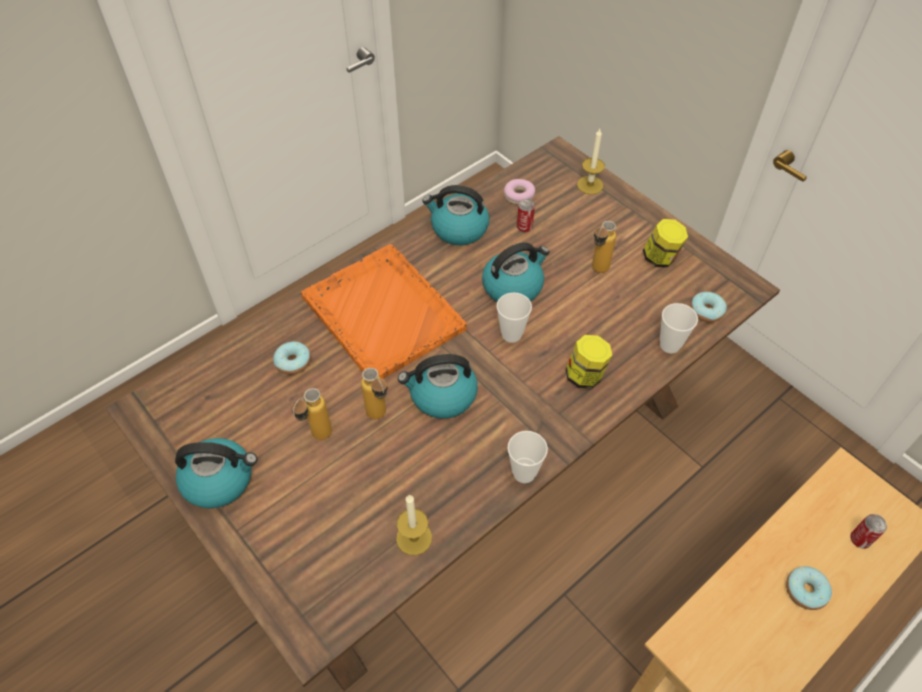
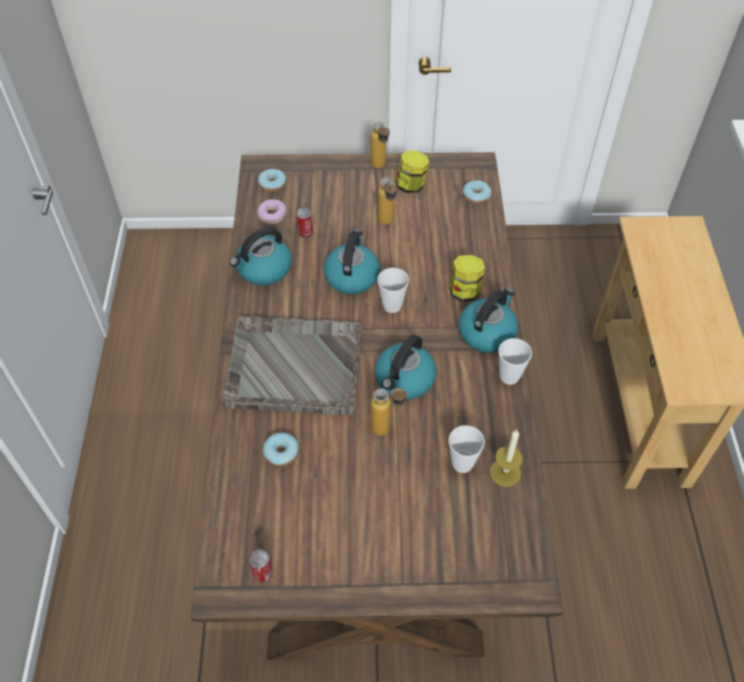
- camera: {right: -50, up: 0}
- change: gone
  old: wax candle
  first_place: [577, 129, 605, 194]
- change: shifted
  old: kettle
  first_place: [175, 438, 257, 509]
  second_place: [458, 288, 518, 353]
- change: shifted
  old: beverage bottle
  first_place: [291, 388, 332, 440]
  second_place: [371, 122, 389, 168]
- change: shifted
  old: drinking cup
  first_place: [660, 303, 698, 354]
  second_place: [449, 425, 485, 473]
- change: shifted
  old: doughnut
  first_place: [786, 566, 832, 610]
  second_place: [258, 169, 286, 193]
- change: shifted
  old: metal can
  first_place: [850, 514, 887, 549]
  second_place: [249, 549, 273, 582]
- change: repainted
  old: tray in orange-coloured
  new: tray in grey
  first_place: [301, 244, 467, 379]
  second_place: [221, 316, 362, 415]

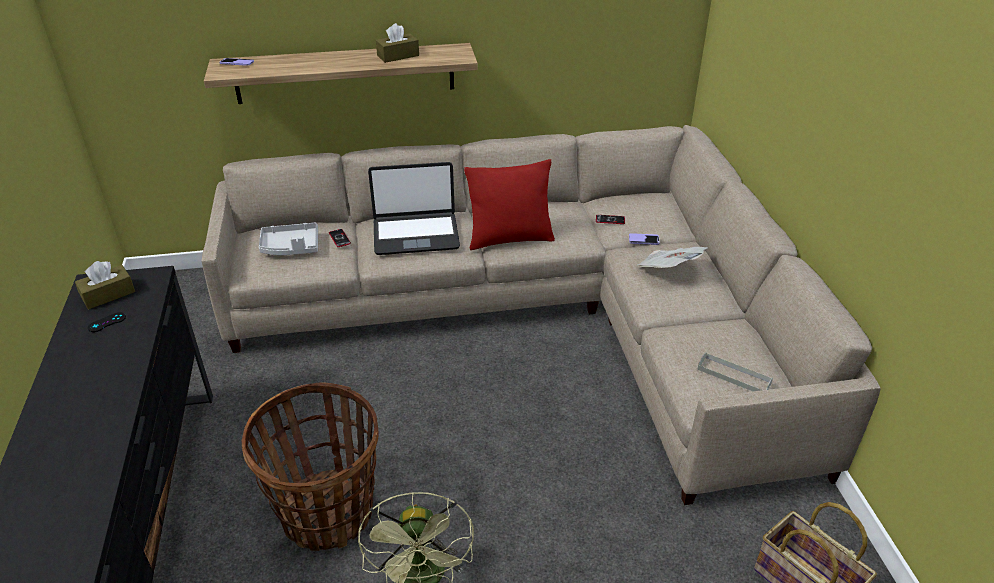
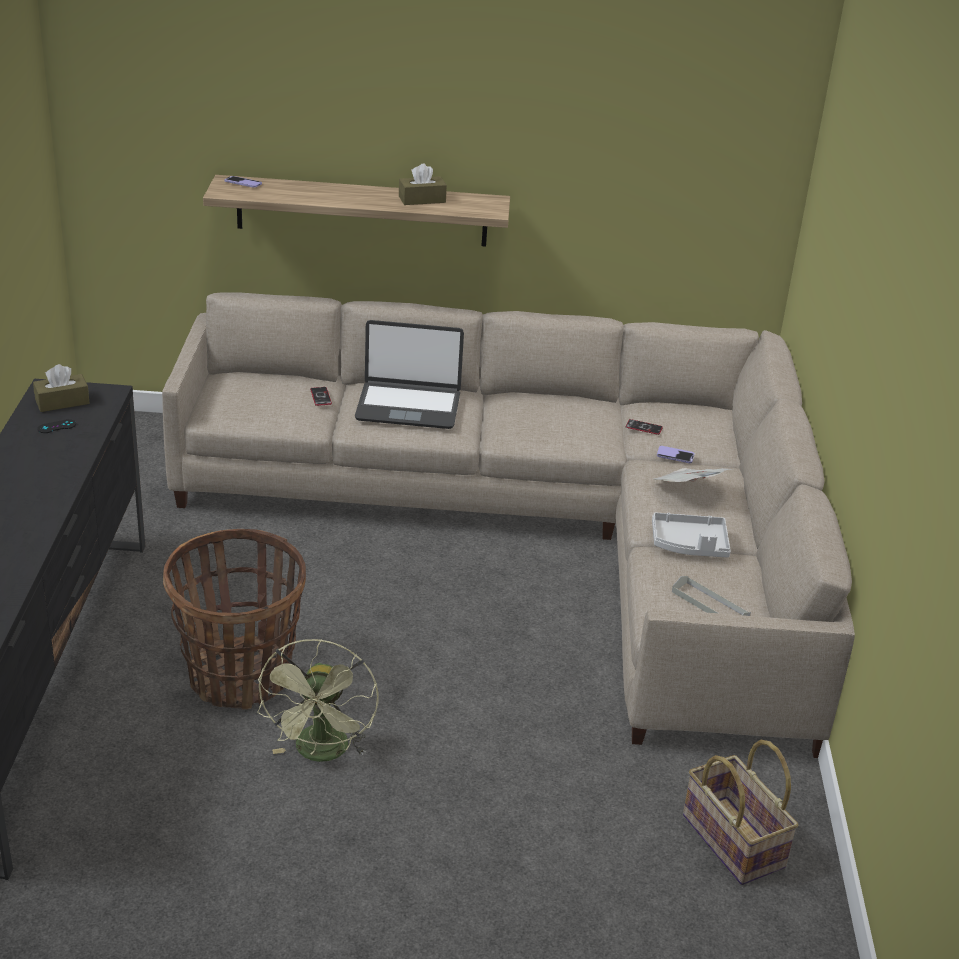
- camera: {right: 10, up: -5}
- change: gone
  old: cushion in red
  first_place: [464, 159, 555, 250]
- change: shifted
  old: tray in grey
  first_place: [259, 223, 318, 255]
  second_place: [652, 512, 731, 557]

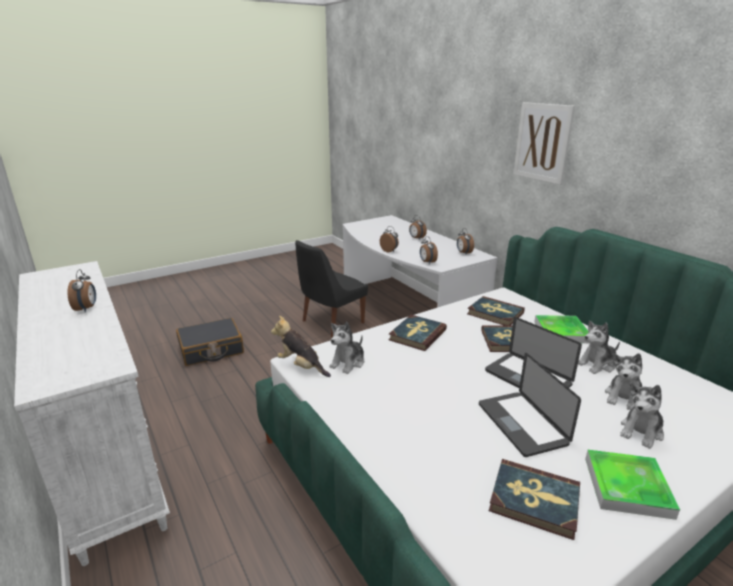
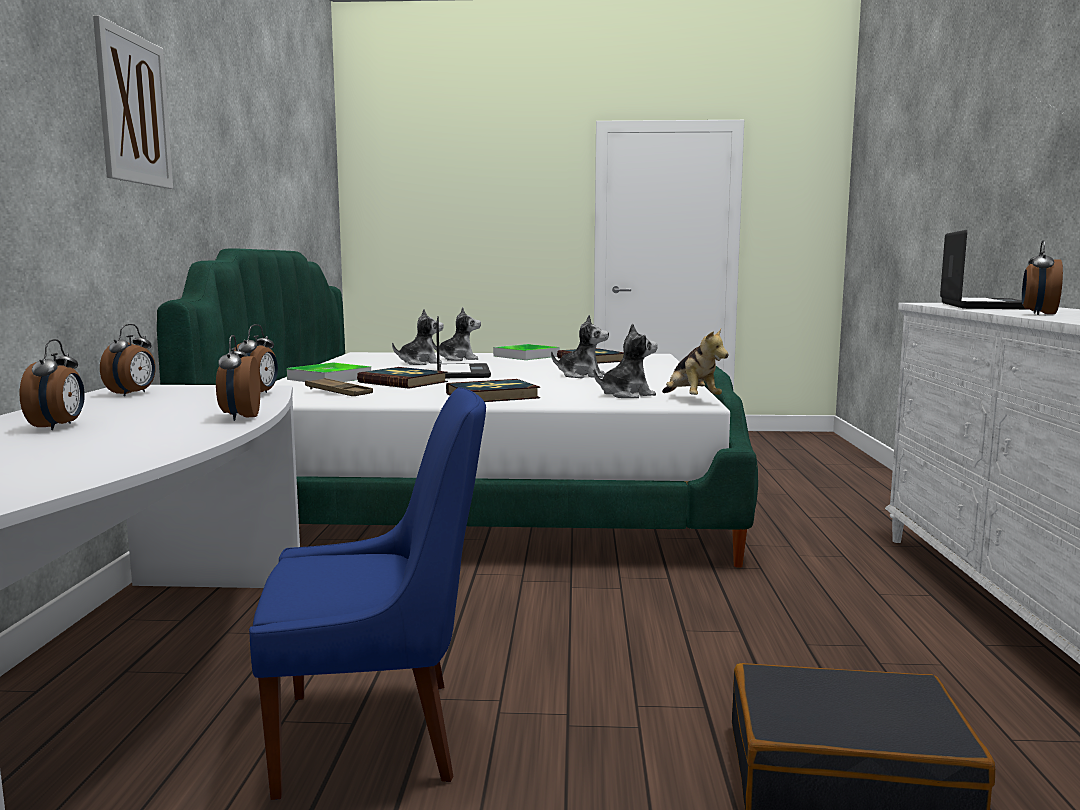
- camera: {right: -145, up: -15}
- change: shifted
  old: notebook computer
  first_place: [479, 353, 581, 457]
  second_place: [940, 230, 1030, 310]
- change: shifted
  old: plush toy
  first_place: [578, 321, 620, 374]
  second_place: [551, 315, 609, 379]
- change: swapped
  old: volume
  new: tray in brownish
  first_place: [467, 296, 525, 326]
  second_place: [305, 378, 373, 396]
- change: repainted
  old: upright chair in black
  new: upright chair in blue
  first_place: [295, 240, 368, 337]
  second_place: [249, 387, 486, 800]

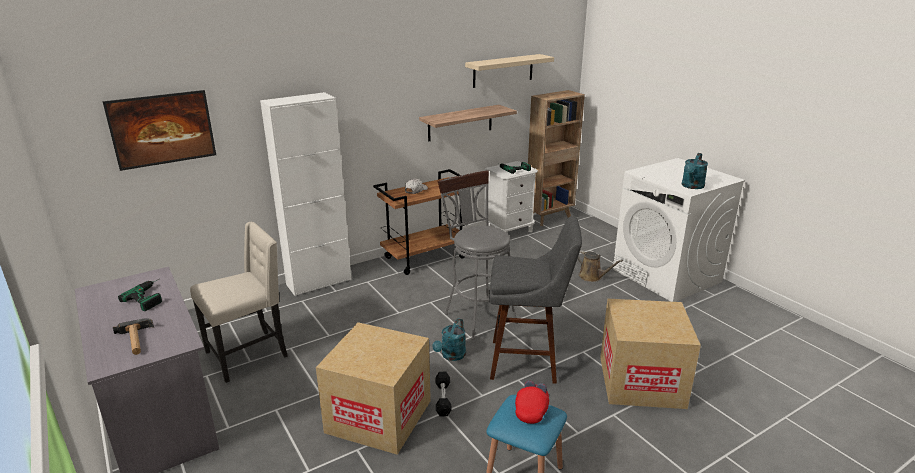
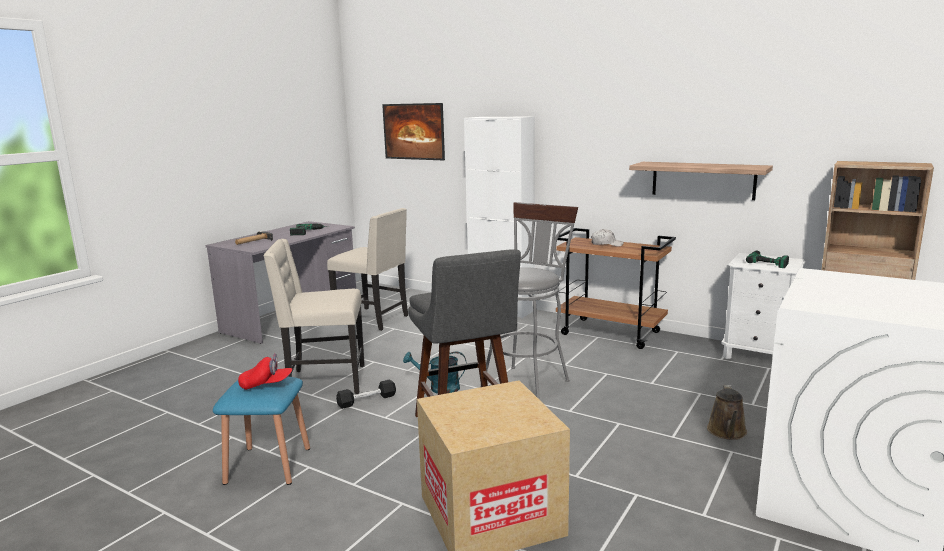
- camera: {right: 65, up: -10}
- change: gone
  old: bracket shelf in sand-coloured
  first_place: [465, 54, 554, 88]
- change: gone
  old: sprinkling can in turquoise
  first_place: [682, 153, 708, 189]
- change: swapped
  old: carton
  new: upright chair in sand-coloured
  first_place: [316, 322, 431, 455]
  second_place: [263, 239, 365, 394]

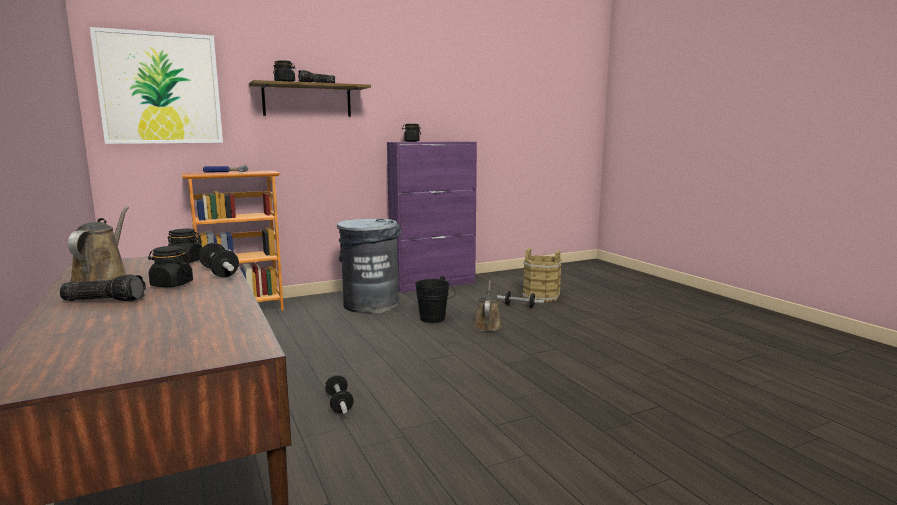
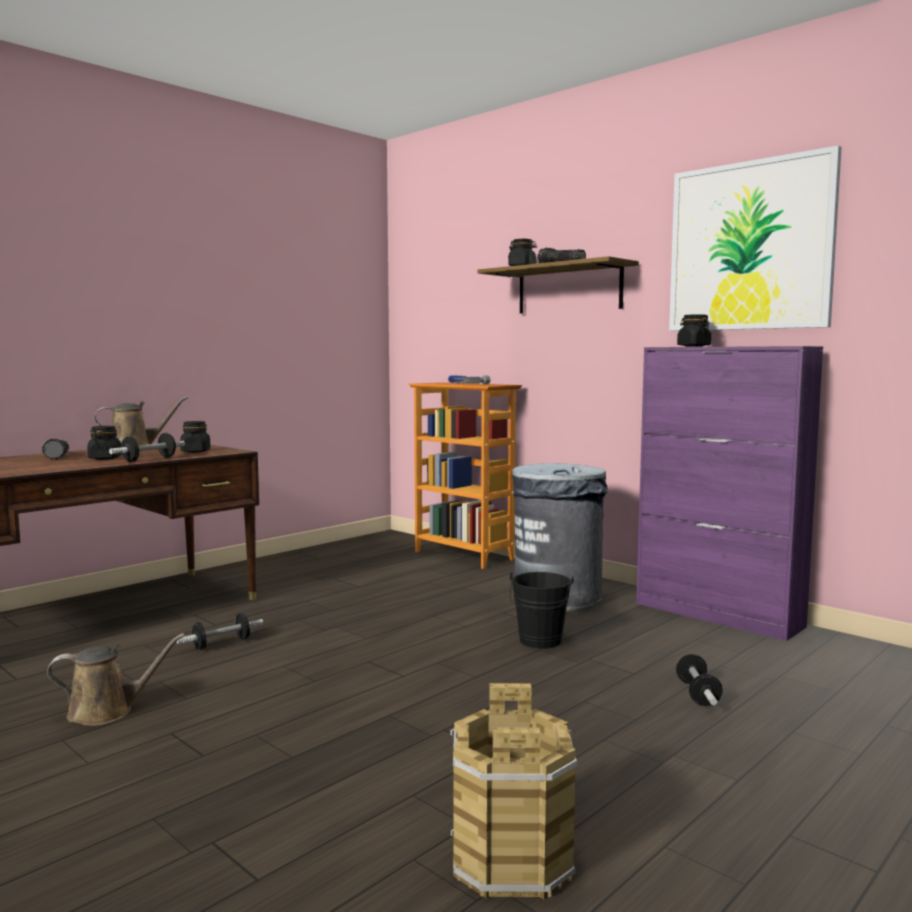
- camera: {right: 70, up: -5}
- change: shifted
  old: wall picture
  first_place: [90, 27, 223, 144]
  second_place: [669, 145, 842, 331]
- change: shifted
  old: sprinkling can in brownish
  first_place: [473, 281, 502, 332]
  second_place: [47, 633, 185, 726]
- change: shifted
  old: pail in brownish
  first_place: [522, 248, 562, 302]
  second_place: [451, 683, 577, 900]

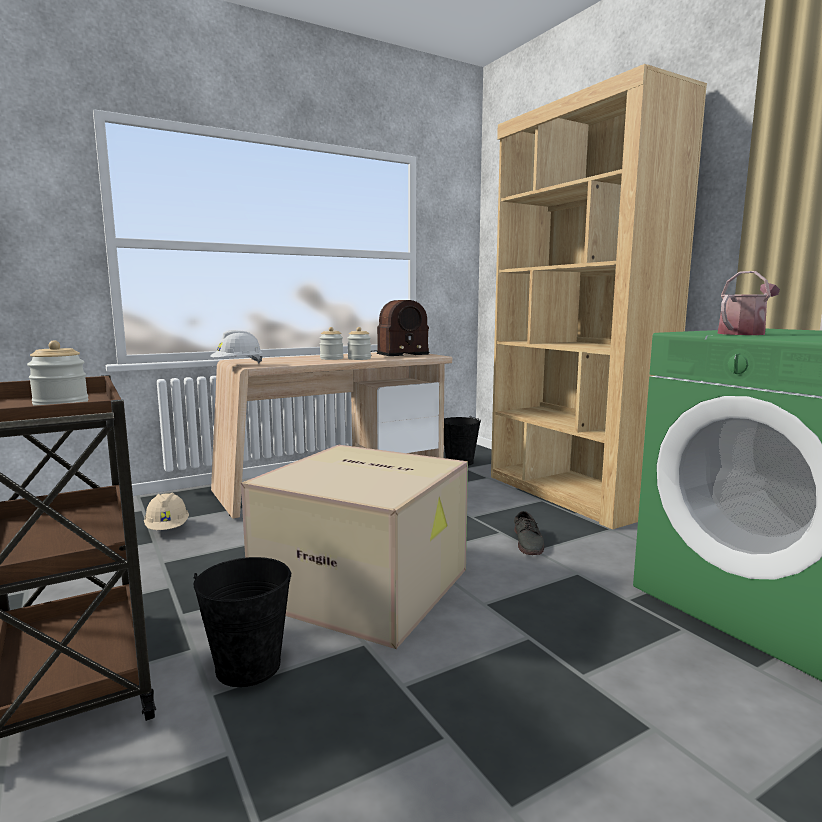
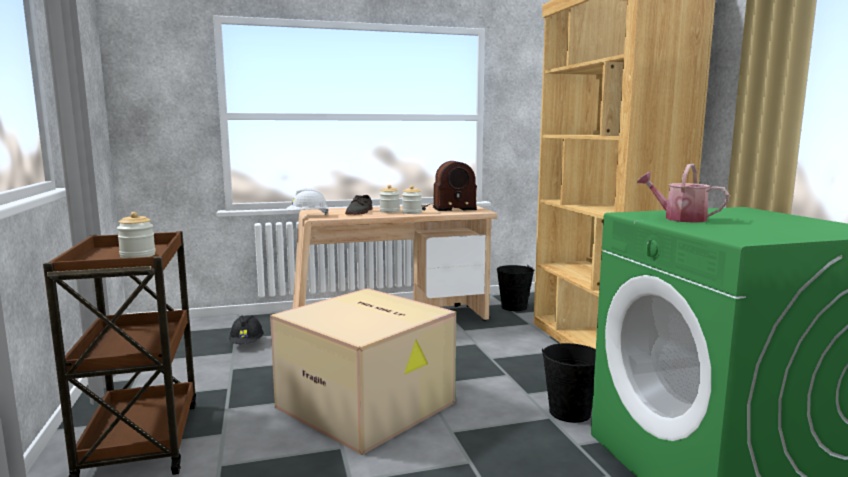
- camera: {right: 15, up: 0}
- change: shifted
  old: pail in black
  first_place: [193, 557, 291, 687]
  second_place: [542, 343, 596, 423]
- change: shifted
  old: item of footwear in grey
  first_place: [514, 511, 544, 555]
  second_place: [345, 195, 373, 215]
- change: repainted
  old: safety helmet in sand-coloured
  new: safety helmet in black
  first_place: [144, 493, 189, 530]
  second_place: [229, 315, 264, 344]
- change: rotated
  old: sprinkling can
  first_place: [717, 271, 780, 335]
  second_place: [637, 164, 729, 223]
  degrees: -120

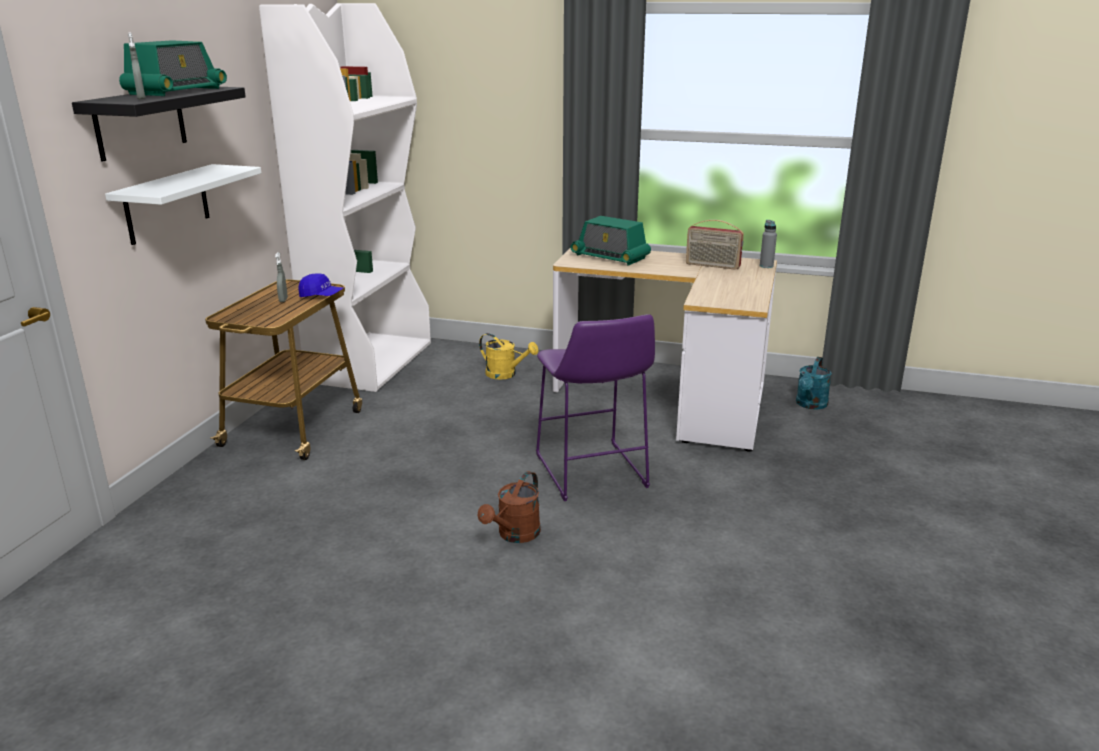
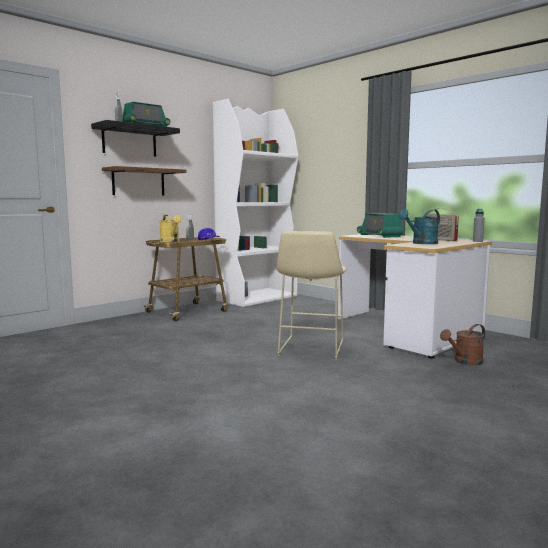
- camera: {right: 30, up: -15}
- change: shifted
  old: sprinkling can in brownish
  first_place: [478, 471, 541, 543]
  second_place: [440, 324, 485, 366]
- change: shifted
  old: sprinkling can in yellow
  first_place: [479, 333, 539, 380]
  second_place: [160, 215, 181, 242]
- change: shifted
  old: sprinkling can in turquoise
  first_place: [796, 357, 832, 410]
  second_place: [399, 209, 440, 244]
- change: repainted
  old: bracket shelf in white
  new: bracket shelf in brownish
  first_place: [105, 164, 261, 245]
  second_place: [102, 166, 187, 195]
- change: repainted
  old: sitting stool in purplish
  new: sitting stool in sand-coloured
  first_place: [536, 314, 655, 501]
  second_place: [277, 231, 347, 360]

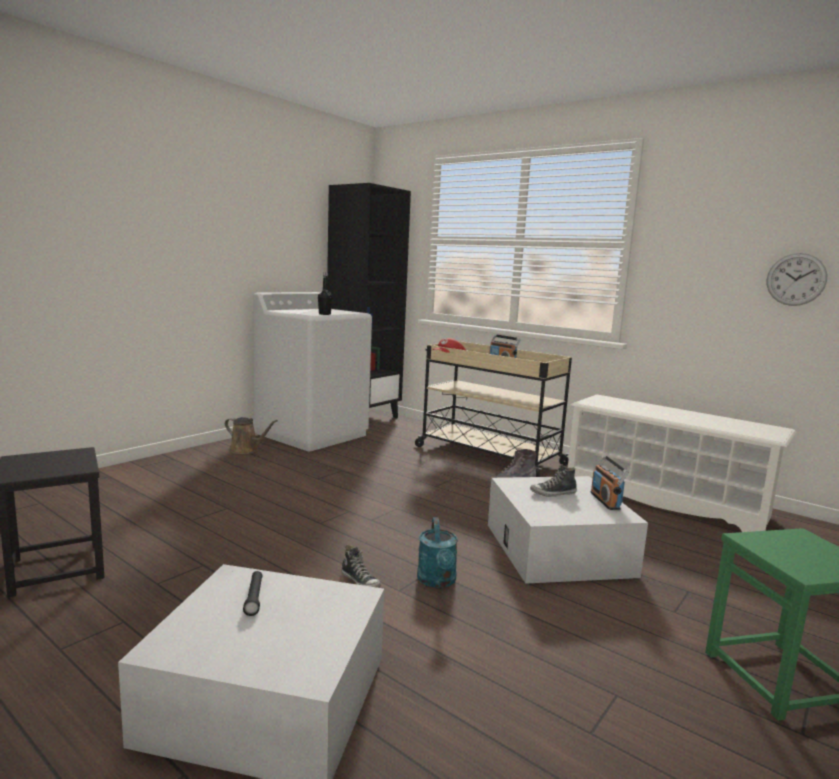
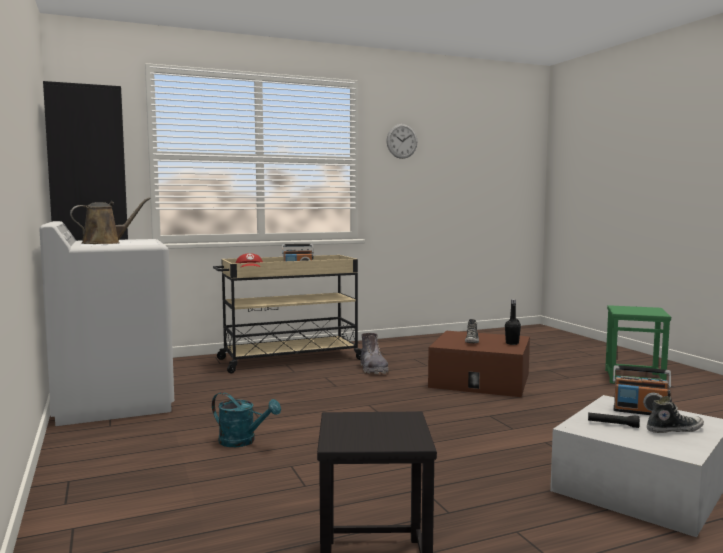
- camera: {right: -60, up: -5}
- change: gone
  old: shoe rack in white
  first_place: [568, 395, 797, 532]
- change: shifted
  old: sprinkling can in brownish
  first_place: [225, 417, 278, 454]
  second_place: [70, 197, 151, 244]
- change: shifted
  old: beverage bottle in black
  first_place: [318, 272, 332, 315]
  second_place: [505, 299, 521, 345]
- change: shifted
  old: item of footwear
  first_place: [341, 545, 381, 588]
  second_place: [647, 396, 704, 433]
- change: shifted
  old: sprinkling can in turquoise
  first_place: [417, 518, 458, 588]
  second_place: [212, 392, 281, 447]
- change: shifted
  old: radio receiver
  first_place: [590, 455, 629, 510]
  second_place: [612, 365, 671, 415]
- change: shifted
  old: hanging clock
  first_place: [767, 253, 827, 306]
  second_place: [387, 124, 417, 159]
- change: repainted
  old: storage box in white
  new: storage box in brownish
  first_place: [488, 476, 648, 584]
  second_place: [428, 331, 530, 397]

